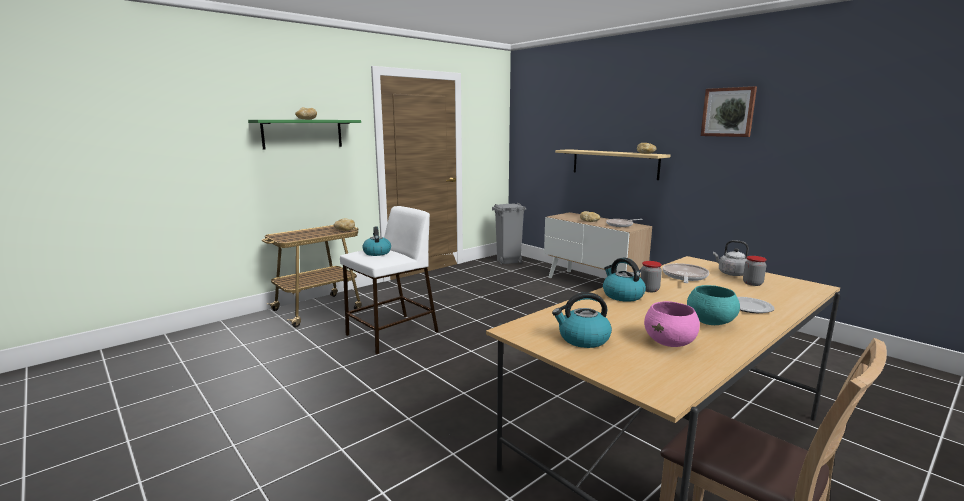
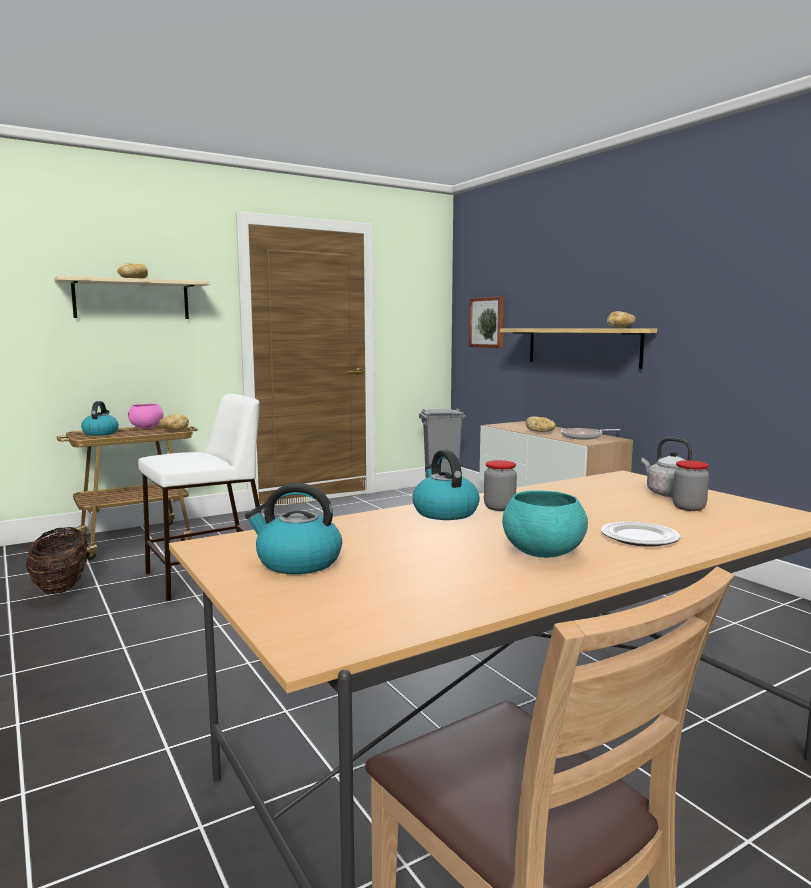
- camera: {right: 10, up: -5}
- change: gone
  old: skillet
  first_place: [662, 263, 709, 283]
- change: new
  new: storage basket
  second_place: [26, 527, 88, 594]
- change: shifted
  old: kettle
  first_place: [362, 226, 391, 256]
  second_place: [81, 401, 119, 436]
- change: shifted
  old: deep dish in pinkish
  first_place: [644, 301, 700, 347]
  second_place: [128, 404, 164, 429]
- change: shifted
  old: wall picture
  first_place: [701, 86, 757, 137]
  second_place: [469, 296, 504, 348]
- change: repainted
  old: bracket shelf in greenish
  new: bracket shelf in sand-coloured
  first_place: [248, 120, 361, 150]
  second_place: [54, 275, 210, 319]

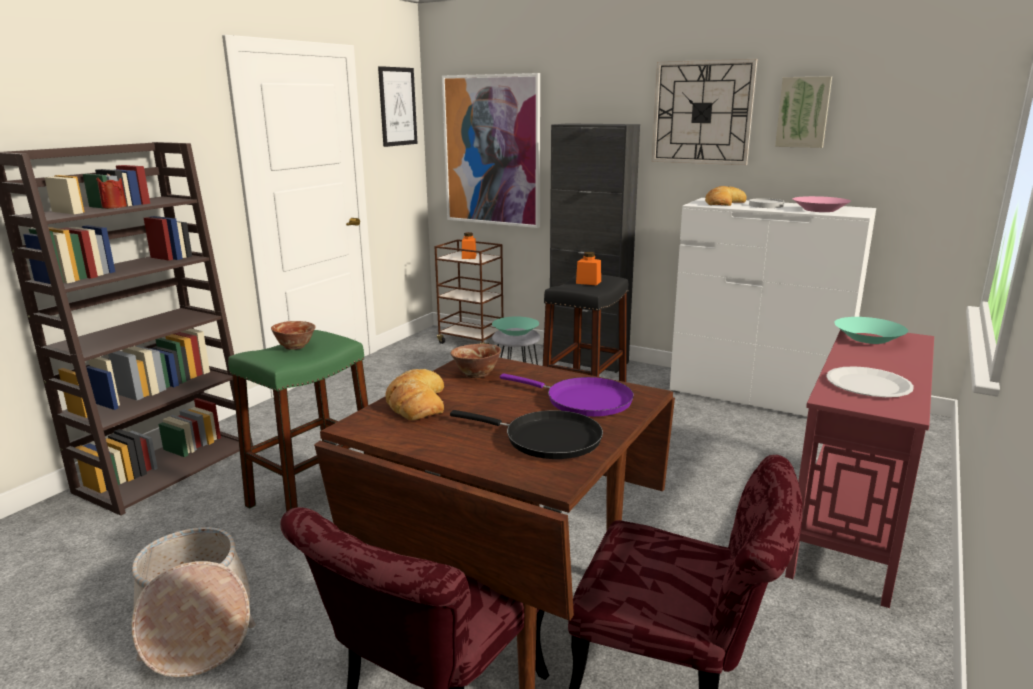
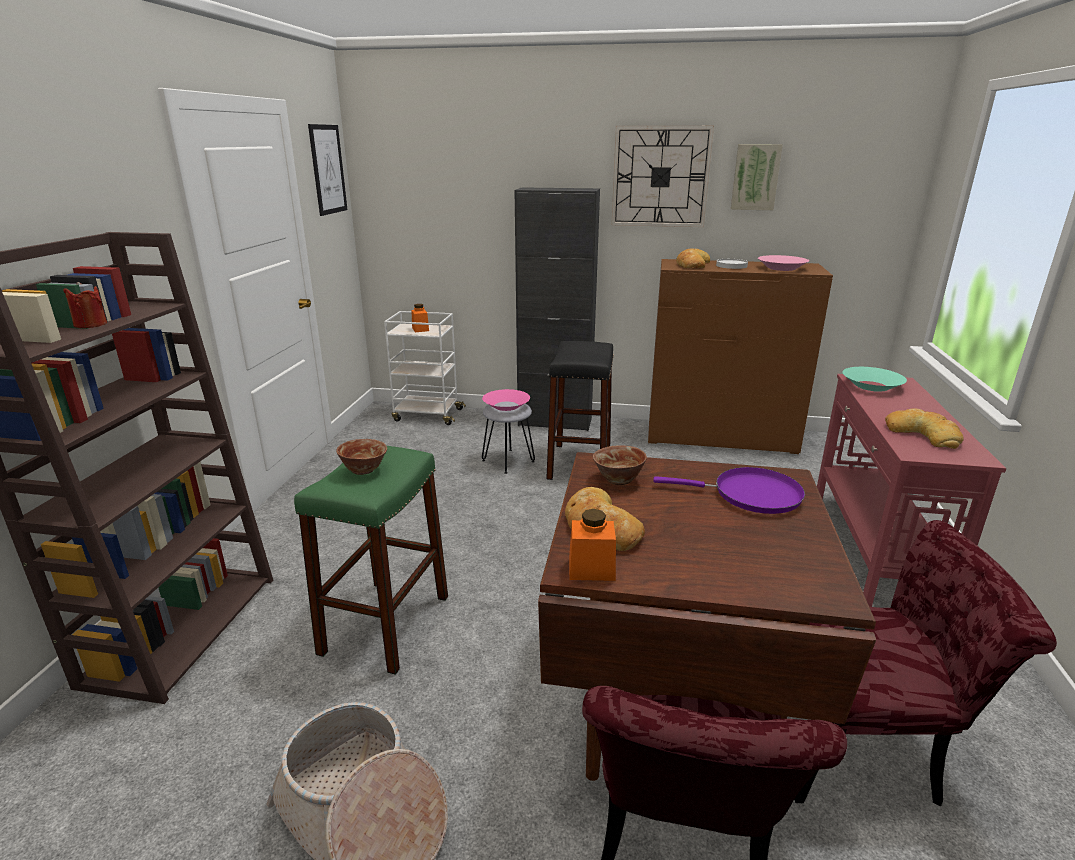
- camera: {right: -20, up: 5}
- change: gone
  old: wall picture
  first_place: [442, 73, 540, 228]
- change: gone
  old: skillet in black
  first_place: [450, 410, 603, 459]
- change: shifted
  old: jar in orange-coloured
  first_place: [576, 252, 601, 286]
  second_place: [569, 509, 616, 581]
- change: swapped
  old: plate in white
  new: baked bread
  first_place: [826, 366, 914, 397]
  second_place: [885, 408, 964, 449]
- change: repainted
  old: wheeled cart in brownish
  new: wheeled cart in white
  first_place: [434, 239, 503, 344]
  second_place: [384, 311, 466, 425]
- change: repainted
  old: deep dish in turquoise
  new: deep dish in pinkish
  first_place: [492, 317, 539, 336]
  second_place: [482, 389, 530, 411]
- change: repainted
  old: chest of drawers in white
  new: chest of drawers in brownish
  first_place: [670, 198, 876, 416]
  second_place: [648, 259, 833, 454]

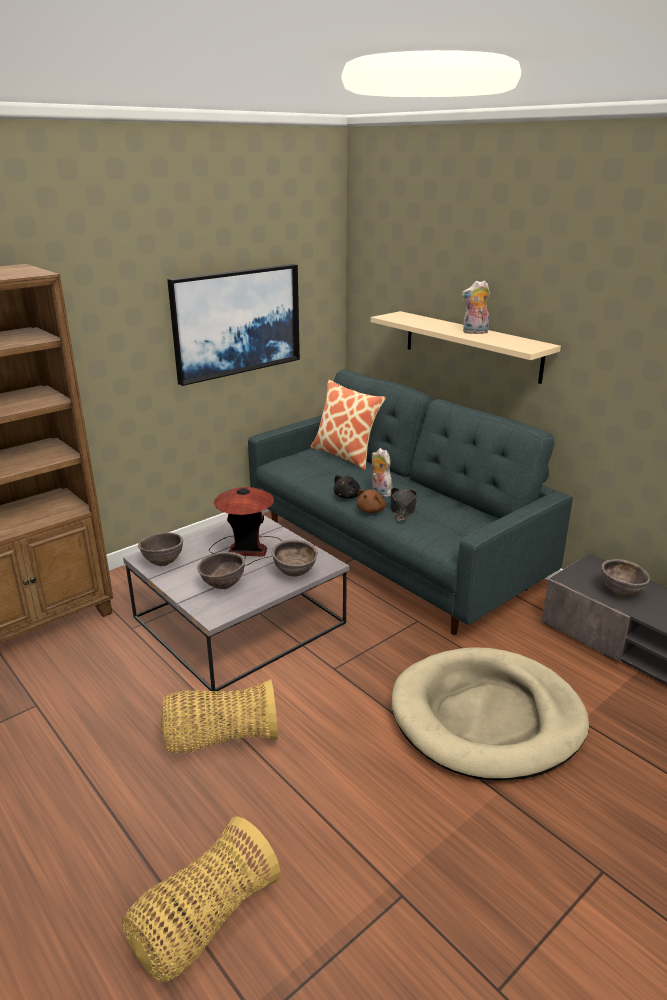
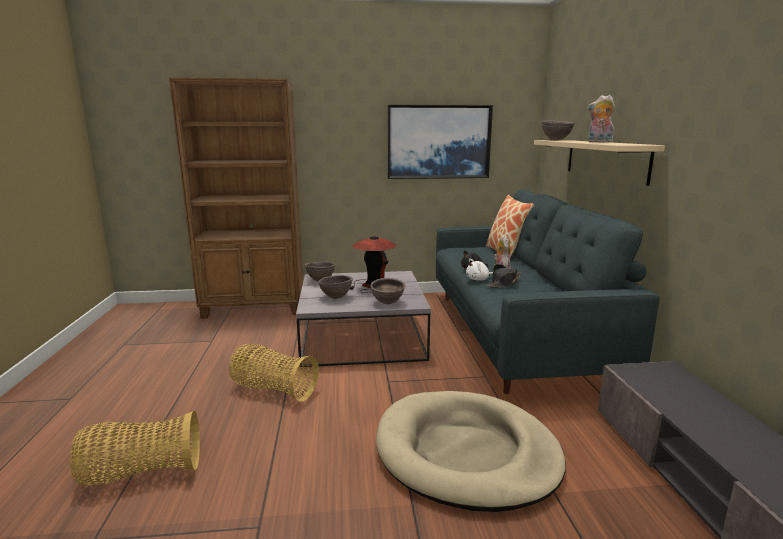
- camera: {right: 35, up: -10}
- change: shifted
  old: deep dish in brownish
  first_place: [601, 559, 650, 596]
  second_place: [541, 120, 575, 141]
- change: repainted
  old: plush toy in brownish
  new: plush toy in white
  first_place: [357, 489, 386, 513]
  second_place: [466, 259, 493, 281]

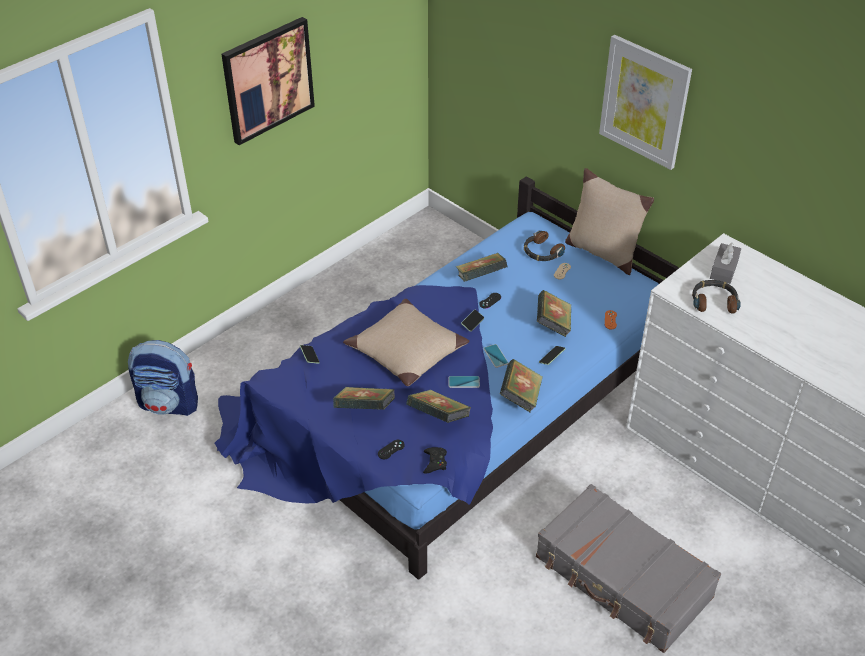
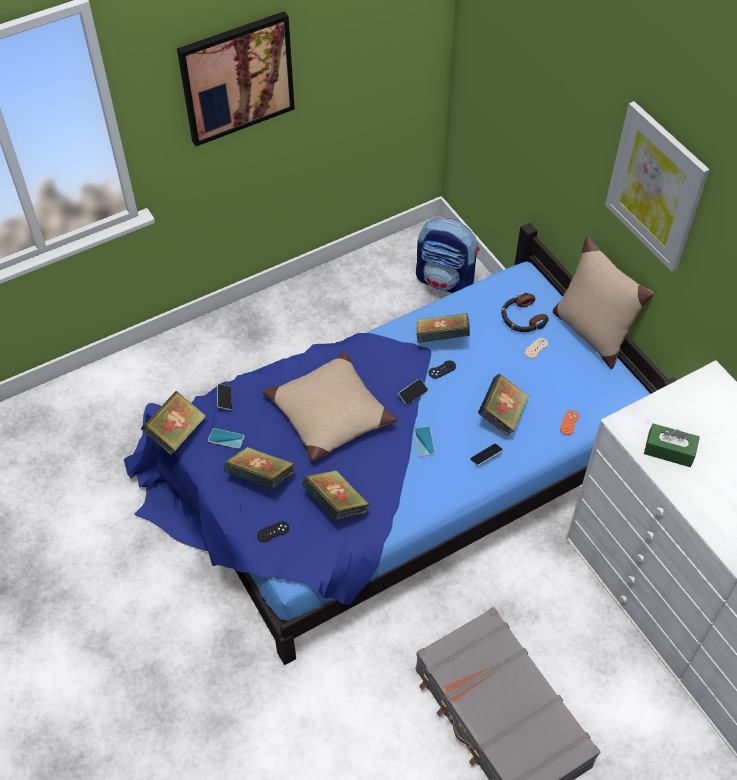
- camera: {right: 15, up: 10}
- change: gone
  old: joypad in black
  first_place: [423, 447, 447, 474]
- change: gone
  old: tissue holder in grey
  first_place: [710, 242, 741, 284]
- change: shifted
  old: rucksack
  first_place: [128, 340, 198, 416]
  second_place: [416, 218, 480, 293]
- change: shifted
  old: phone
  first_place: [448, 376, 480, 388]
  second_place: [208, 428, 245, 449]
- change: shifted
  old: volume
  first_place: [500, 359, 543, 412]
  second_place: [141, 391, 206, 455]
- change: swapped
  old: headphones
  new: tissue holder in greenish
  first_place: [692, 280, 741, 314]
  second_place: [644, 424, 700, 467]

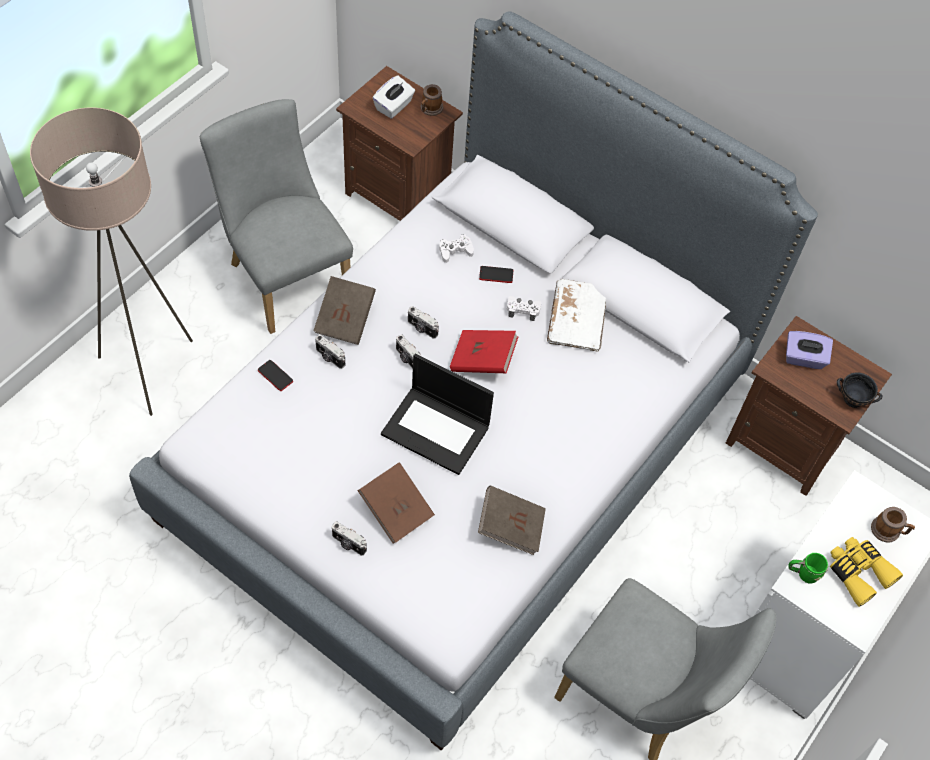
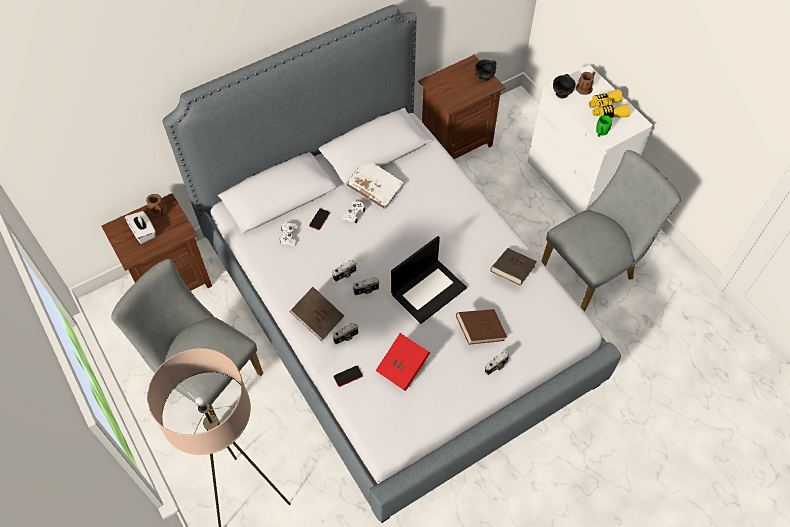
- camera: {right: -65, up: 0}
- change: gone
  old: tissue holder in purplish
  first_place: [786, 331, 833, 369]
- change: new
  new: deep dish in black
  second_place: [553, 74, 576, 98]
- change: shifted
  old: volume in red
  first_place: [450, 330, 519, 373]
  second_place: [375, 333, 430, 391]
- change: rotated
  old: upright chair in grey
  first_place: [200, 99, 353, 334]
  second_place: [111, 259, 263, 416]
  degrees: 45

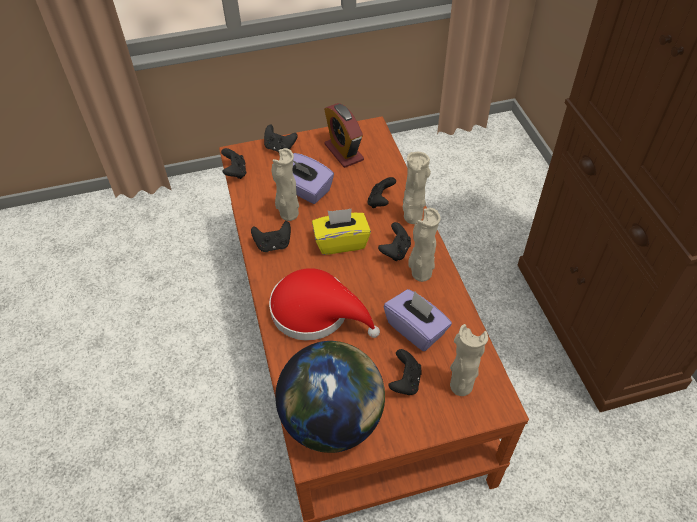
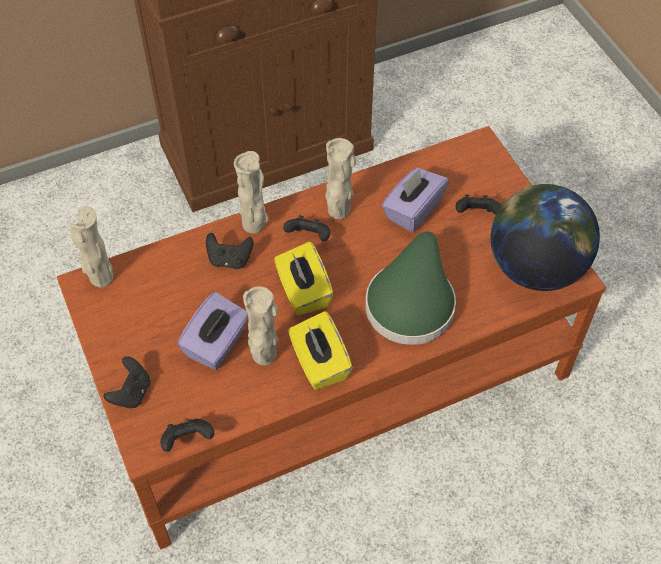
- camera: {right: -100, up: 5}
- change: gone
  old: alarm clock
  first_place: [324, 103, 364, 168]
- change: shifted
  old: flower vase in sand-coloured
  first_place: [450, 324, 488, 396]
  second_place: [70, 206, 114, 288]
- change: swapped
  old: joypad in black
  new: tissue holder in yellow
  first_place: [251, 221, 291, 252]
  second_place: [288, 311, 353, 390]
- change: repainted
  old: hat in red
  new: hat in greenish
  first_place: [269, 268, 380, 341]
  second_place: [365, 231, 456, 345]

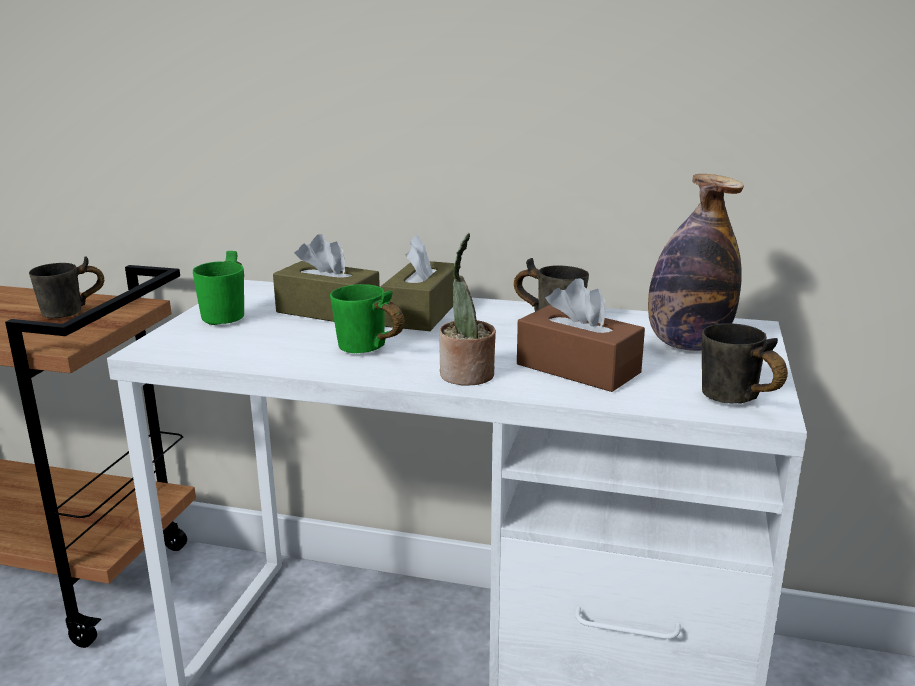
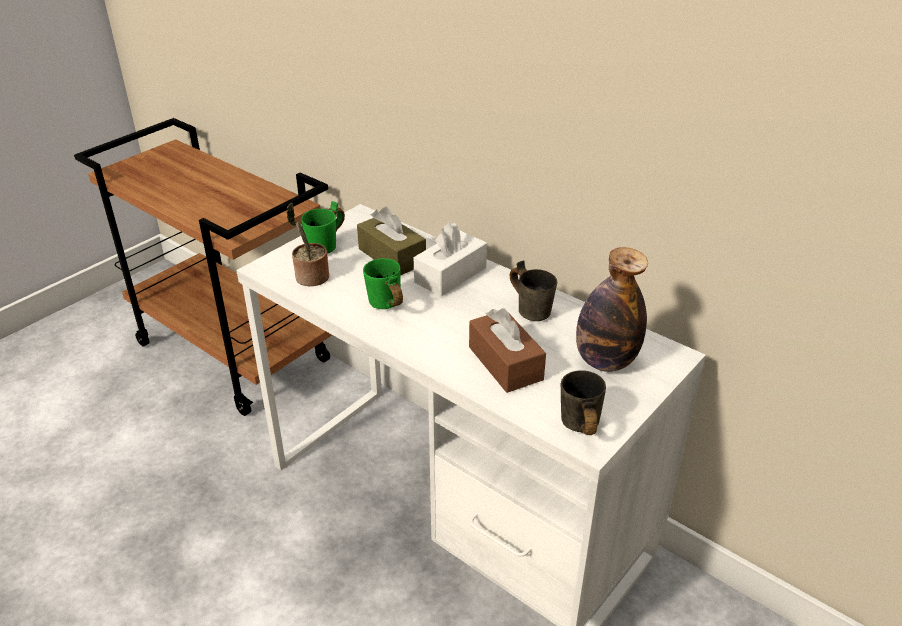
- camera: {right: 25, up: 15}
- change: gone
  old: tea mug in grey
  first_place: [29, 256, 104, 318]
- change: shifted
  old: houseplant
  first_place: [439, 233, 496, 385]
  second_place: [286, 203, 329, 286]
- change: repainted
  old: tissue holder in brownish
  new: tissue holder in white
  first_place: [380, 234, 455, 331]
  second_place: [413, 222, 487, 296]

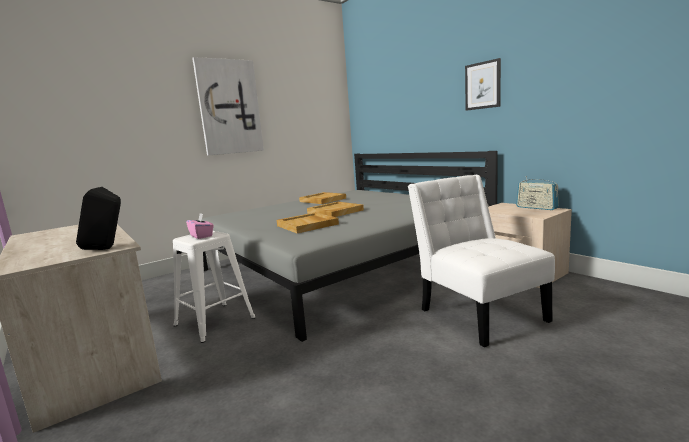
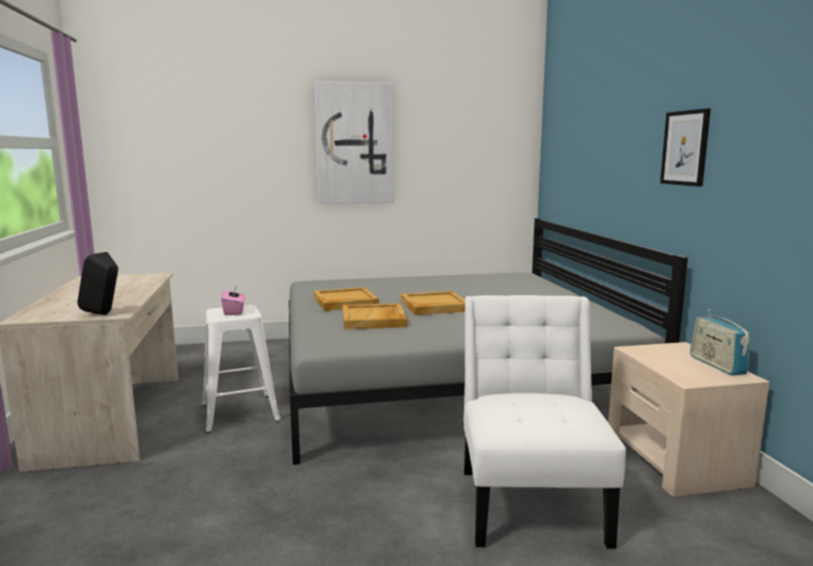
- camera: {right: 25, up: 0}
- change: shifted
  old: tray in sand-coloured
  first_place: [299, 192, 346, 204]
  second_place: [314, 287, 379, 311]

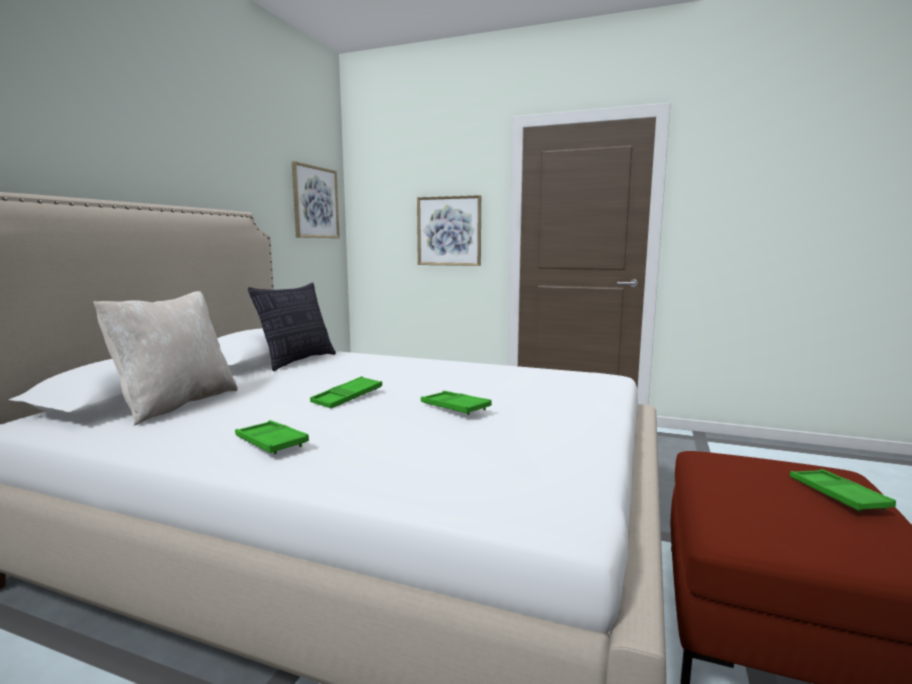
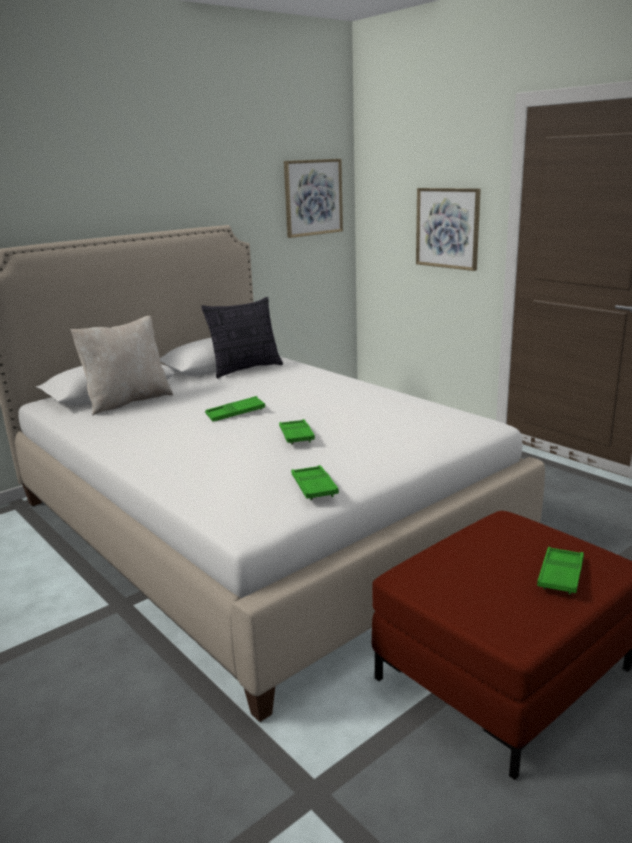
- camera: {right: 30, up: 10}
- change: shifted
  old: tray in greenish
  first_place: [235, 420, 309, 454]
  second_place: [291, 465, 339, 500]

